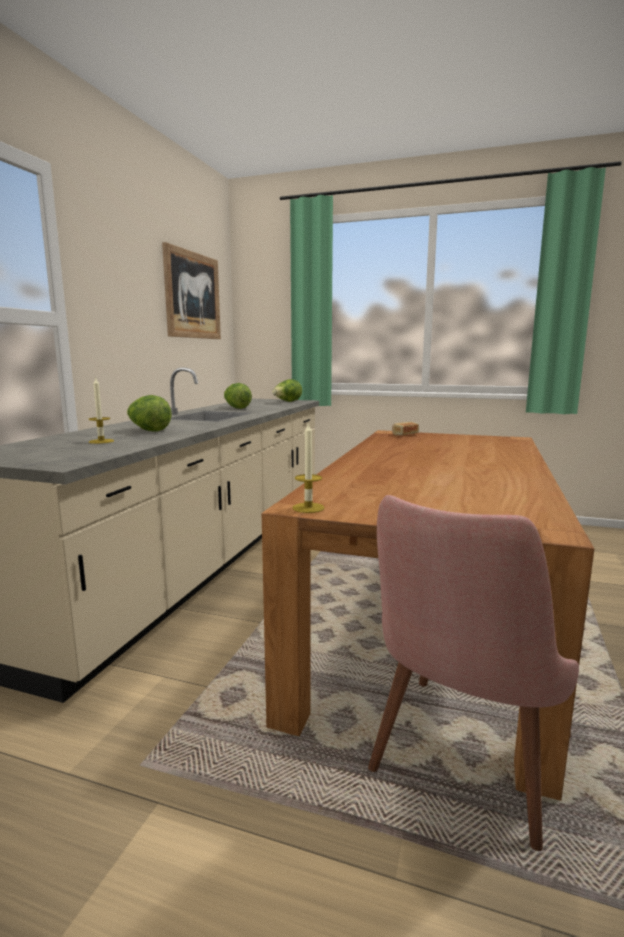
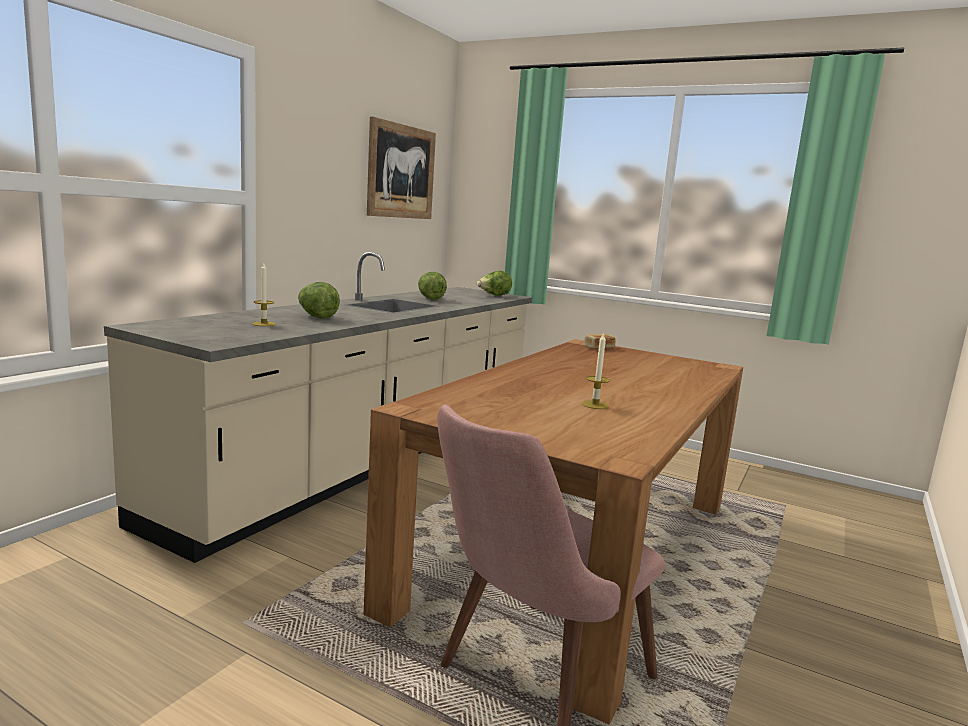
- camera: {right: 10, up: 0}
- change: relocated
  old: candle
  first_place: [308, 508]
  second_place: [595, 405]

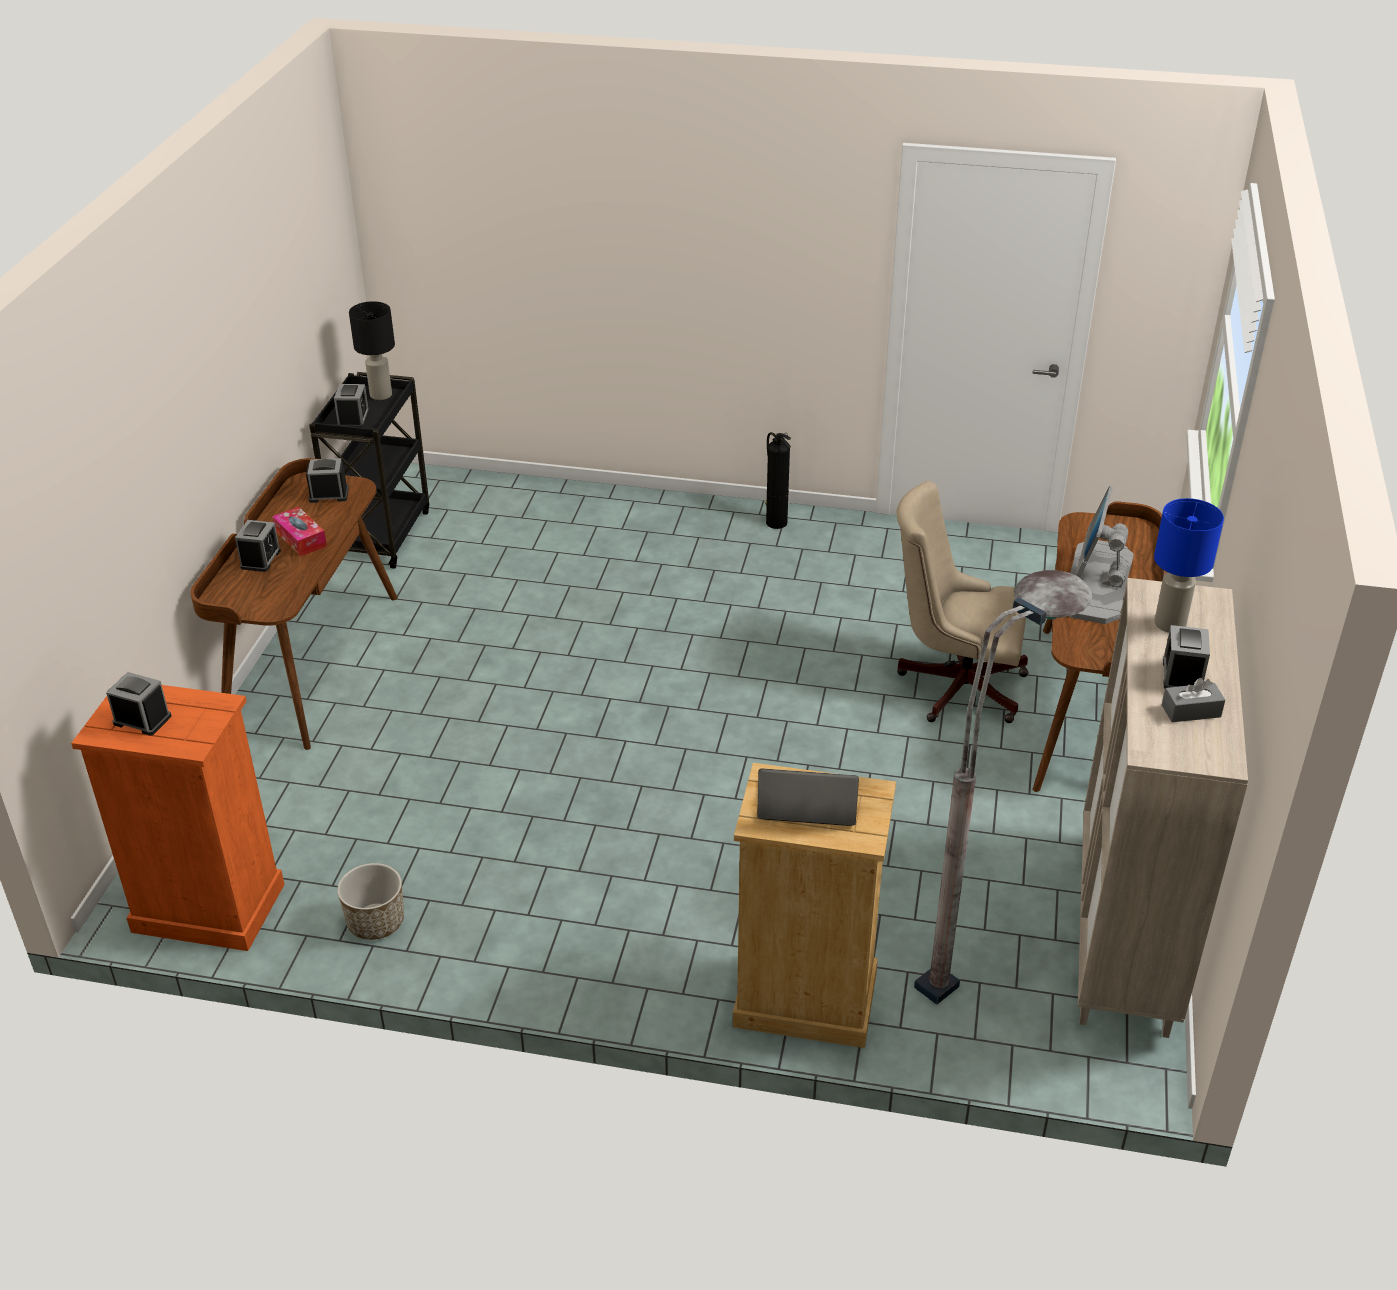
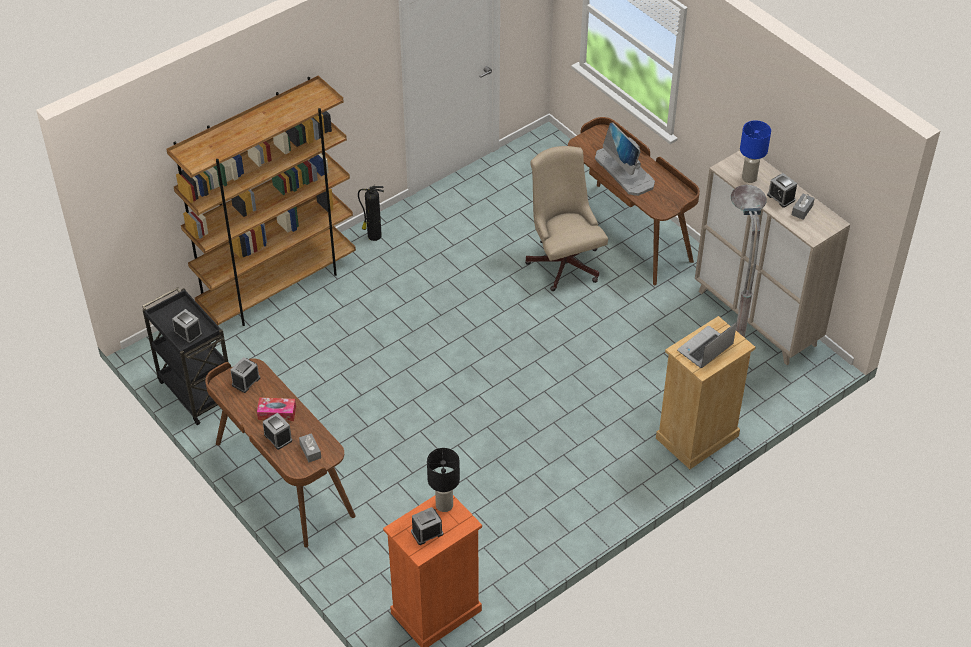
- camera: {right: -50, up: 10}
- change: missing
  old: planter
  first_place: [375, 922]
- change: relocated
  old: black table lamp
  first_place: [381, 395]
  second_place: [444, 505]
- change: spun
  old: beige office chair
  first_place: [954, 685]
  second_place: [563, 260]
  degrees: 105
- change: appeared
  new: brown bookcase
  second_place: [278, 286]
- change: appeared
  new: grey tissue box
  second_place: [310, 451]

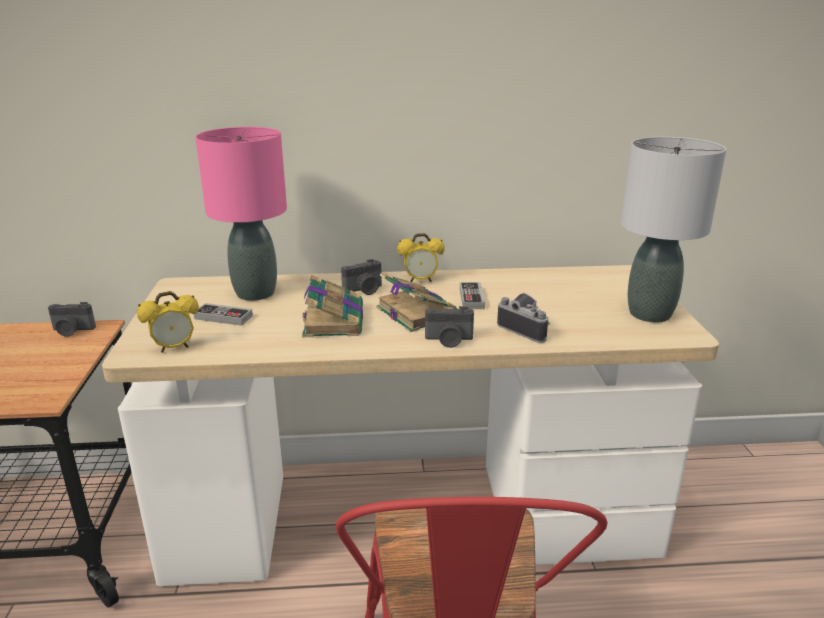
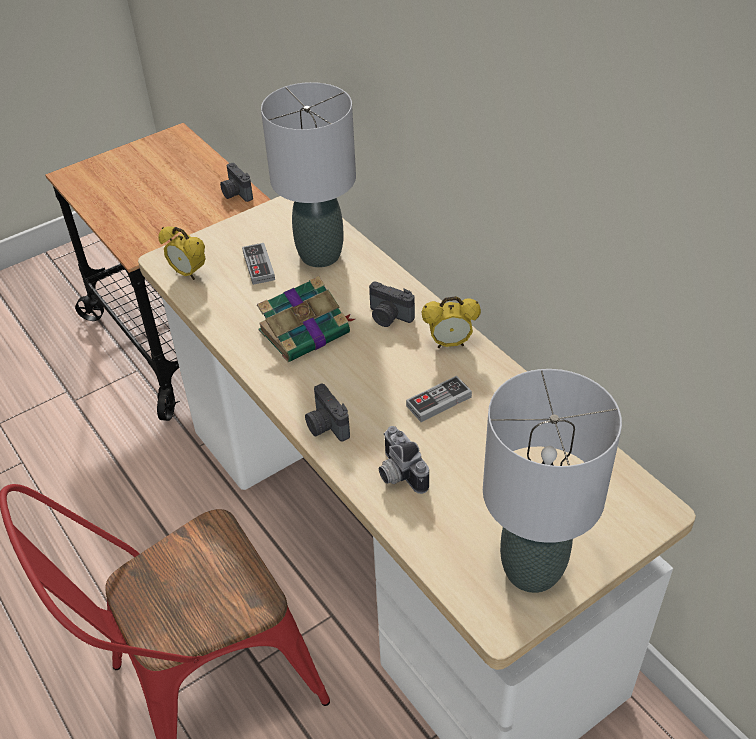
- camera: {right: 60, up: 20}
- change: colour
  old: pink table lamp
  new: grey table lamp
  first_place: [256, 293]
  second_place: [321, 255]
- change: missing
  old: book
  first_place: [415, 312]
- change: spun
  old: alarm clock
  first_place: [420, 280]
  second_place: [450, 343]
  degrees: -60
- change: spun
  old: photo camera
  first_place: [526, 329]
  second_place: [397, 474]
  degrees: 135

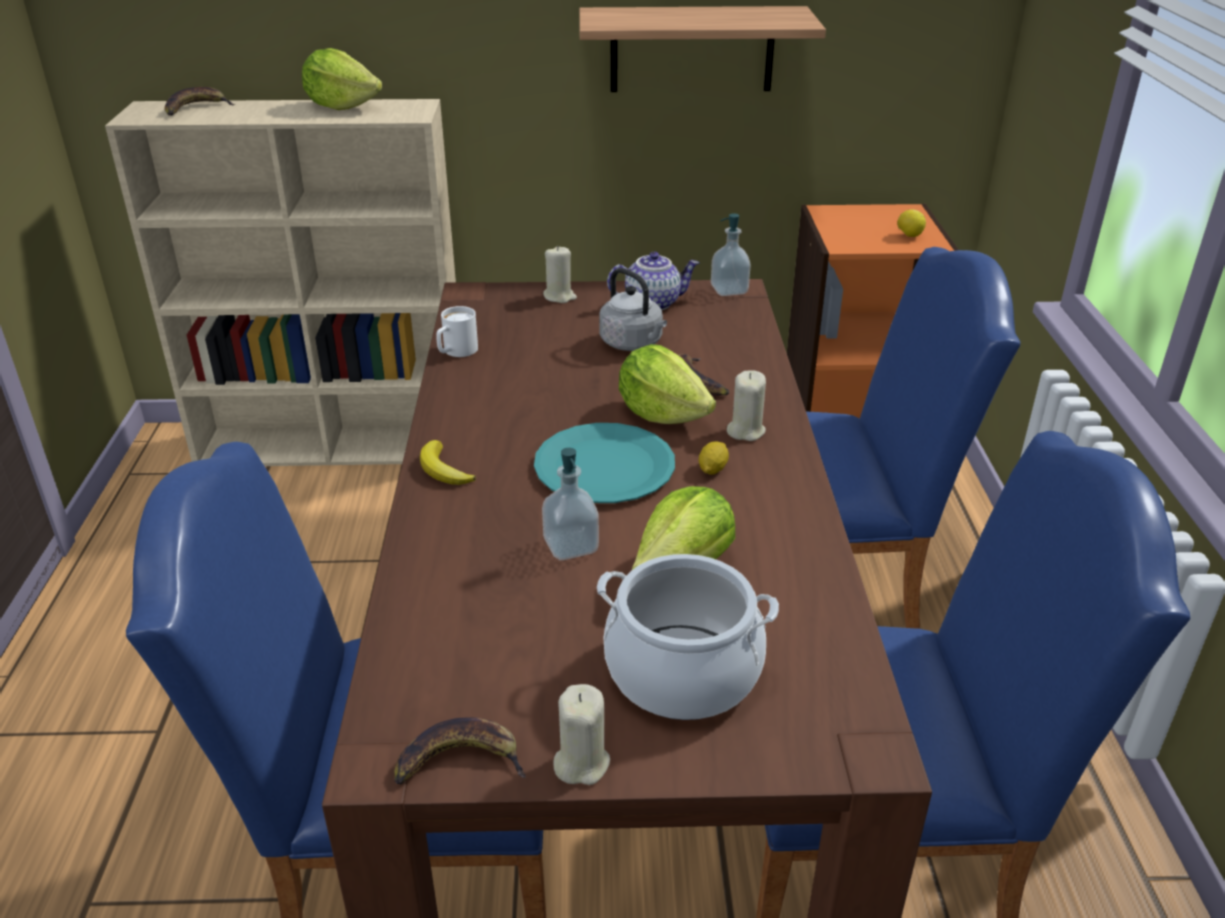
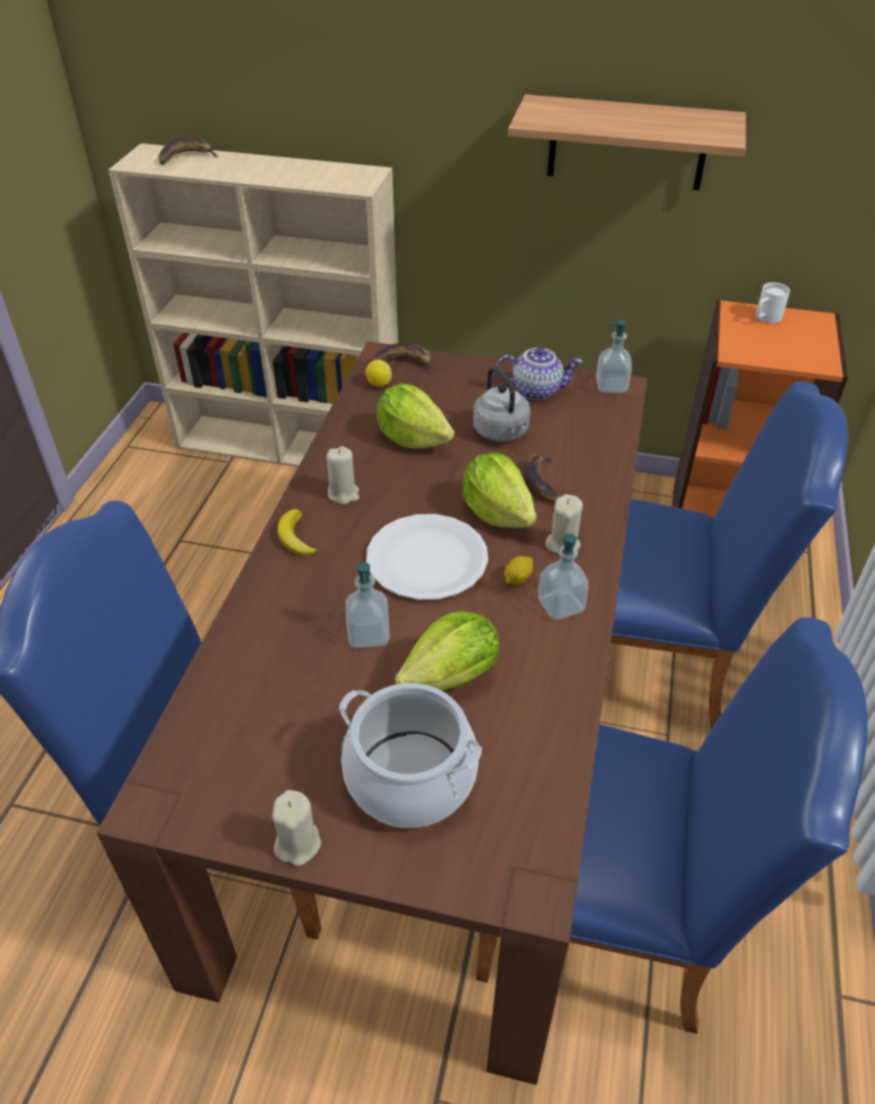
- camera: {right: 15, up: 10}
- change: relocated
  old: lettuce
  first_place: [342, 106]
  second_place: [412, 438]
- change: relocated
  old: banana
  first_place: [460, 761]
  second_place: [403, 363]
- change: relocated
  old: white mug
  first_place: [456, 352]
  second_place: [765, 318]
- change: colour
  old: turquoise plate
  new: white plate
  first_place: [604, 466]
  second_place: [427, 559]
- change: relocated
  old: beige candle
  first_place: [559, 296]
  second_place: [343, 493]
- change: relocated
  old: lemon
  first_place: [909, 236]
  second_place: [379, 384]
- change: appeared
  new: soap dispenser
  second_place: [560, 605]

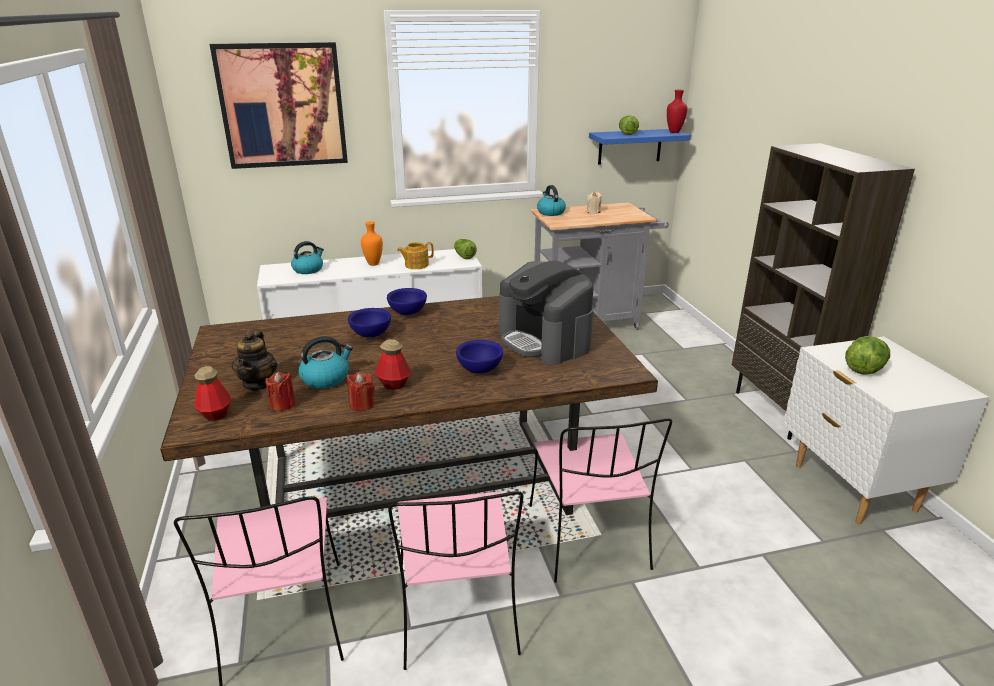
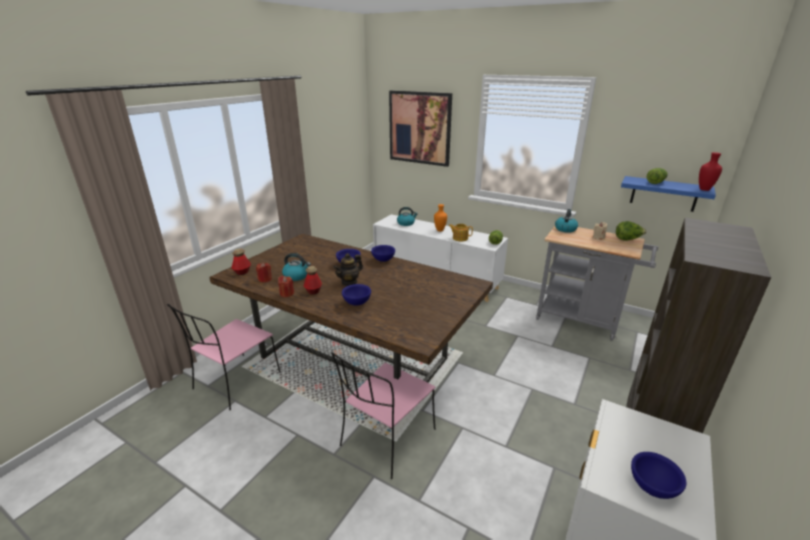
- camera: {right: 45, up: 0}
- change: relocated
  old: teapot
  first_place: [258, 384]
  second_place: [349, 282]
- change: missing
  old: pink chair
  first_place: [457, 614]
- change: missing
  old: coffee machine
  first_place: [544, 340]
- change: relocated
  old: lettuce
  first_place: [864, 369]
  second_place: [627, 239]
- change: appeared
  new: blue bowl
  second_place: [652, 487]

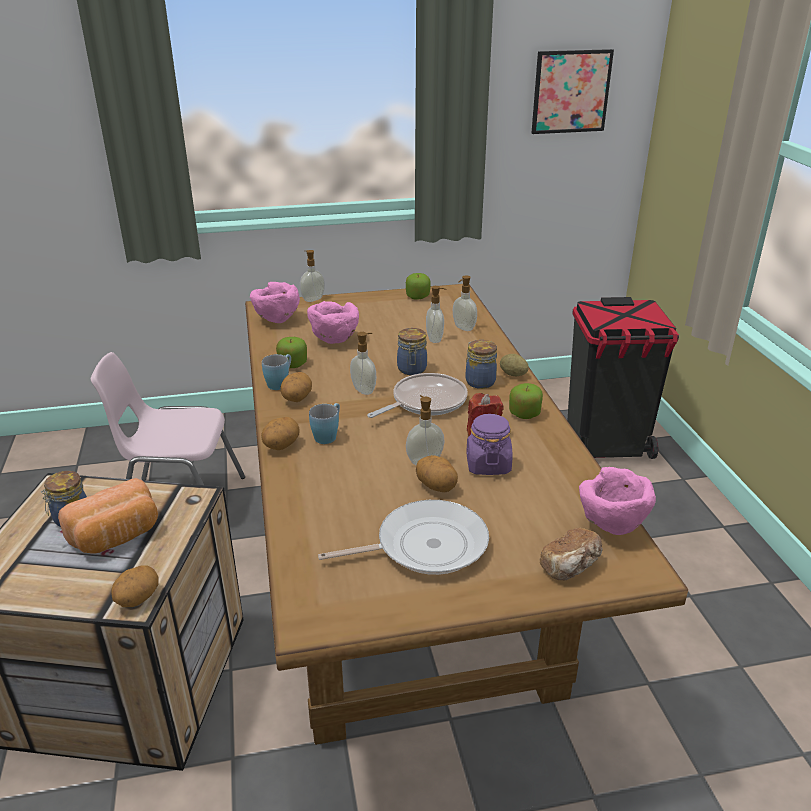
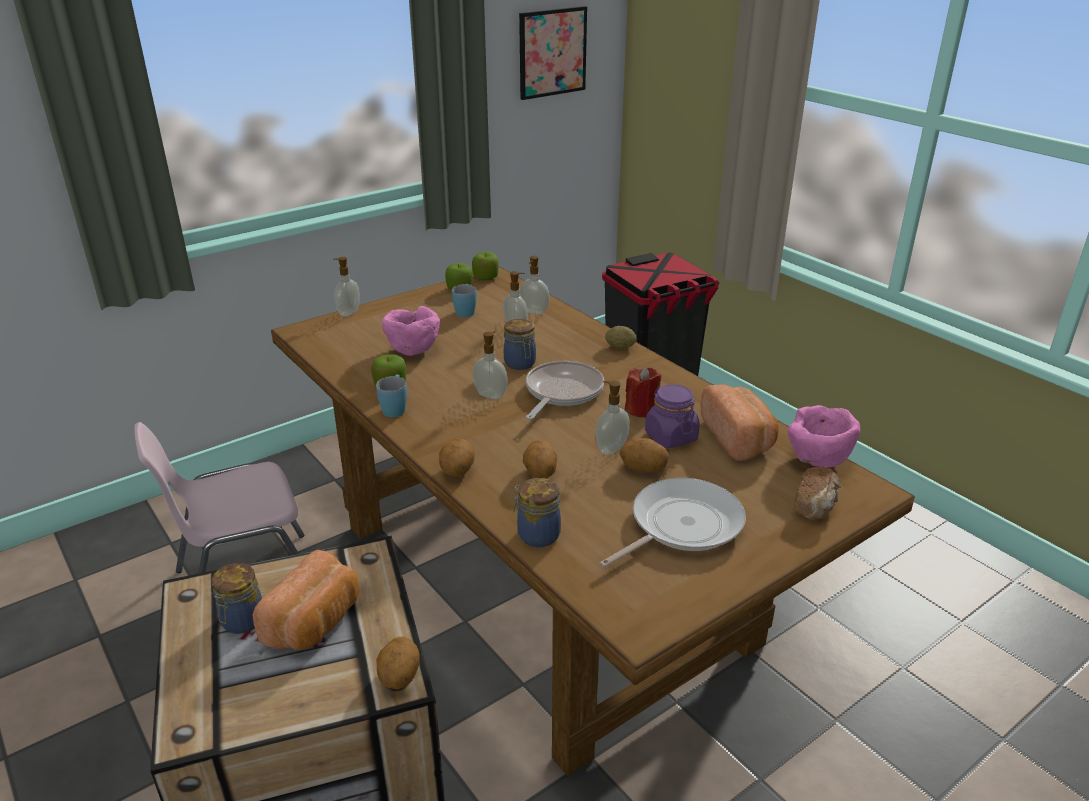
- camera: {right: -25, up: 0}
- change: missing
  old: pink bowl
  first_place: [276, 320]
- change: relocated
  old: potato
  first_place: [296, 399]
  second_place: [539, 473]
- change: relocated
  old: blue mug
  first_place: [328, 435]
  second_place: [465, 311]
- change: relocated
  old: jar
  first_place: [479, 381]
  second_place: [536, 535]
- change: relocated
  old: apple
  first_place: [524, 413]
  second_place: [485, 277]
- change: appeared
  new: bread
  second_place: [739, 438]

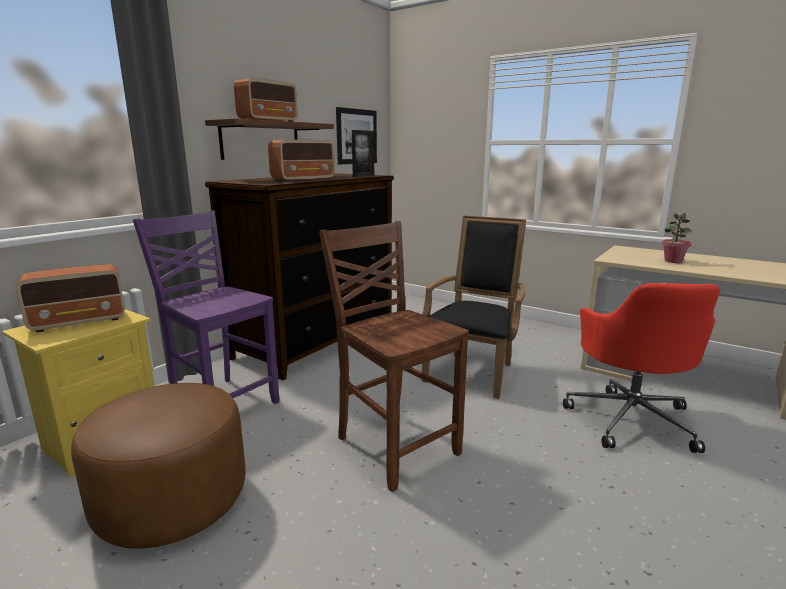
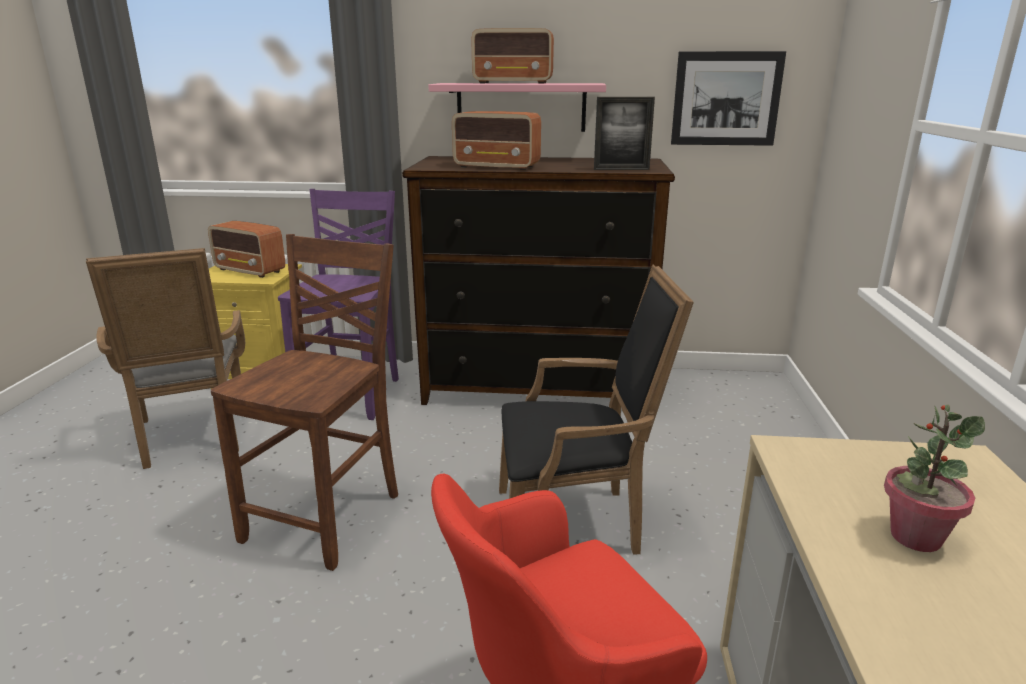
- camera: {right: 60, up: 5}
- change: exchanged
  old: brown ottoman
  new: grey armchair
  first_place: [172, 501]
  second_place: [192, 438]
- change: colour
  old: brown shelf
  new: pink shelf
  first_place: [261, 140]
  second_place: [521, 107]

